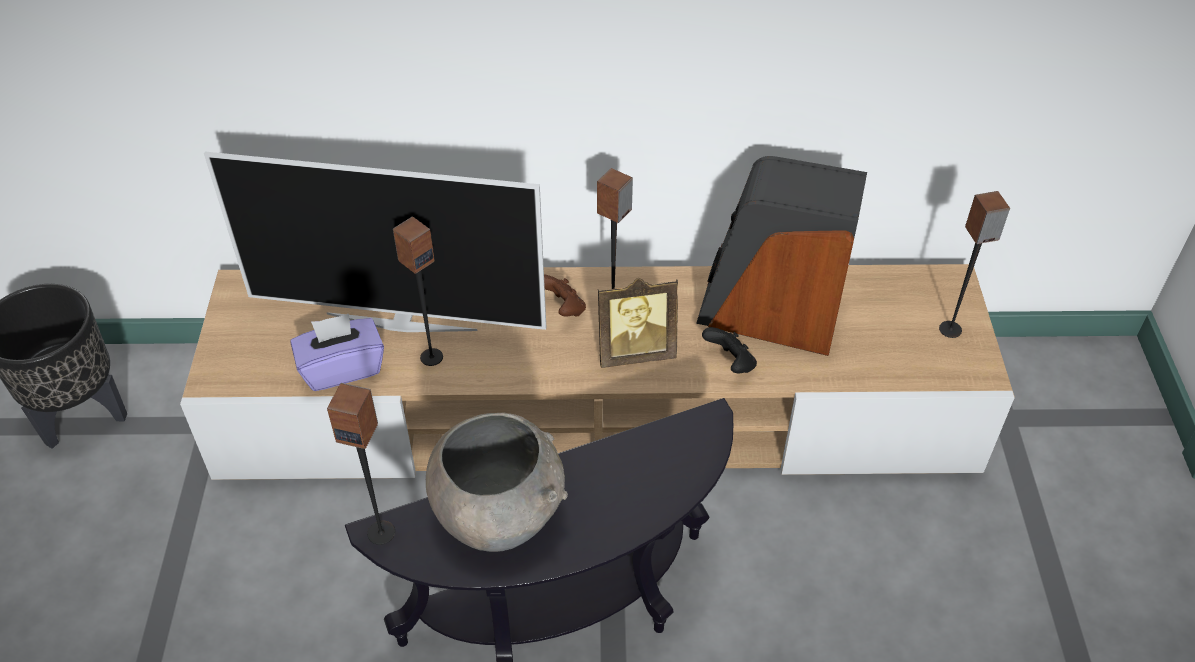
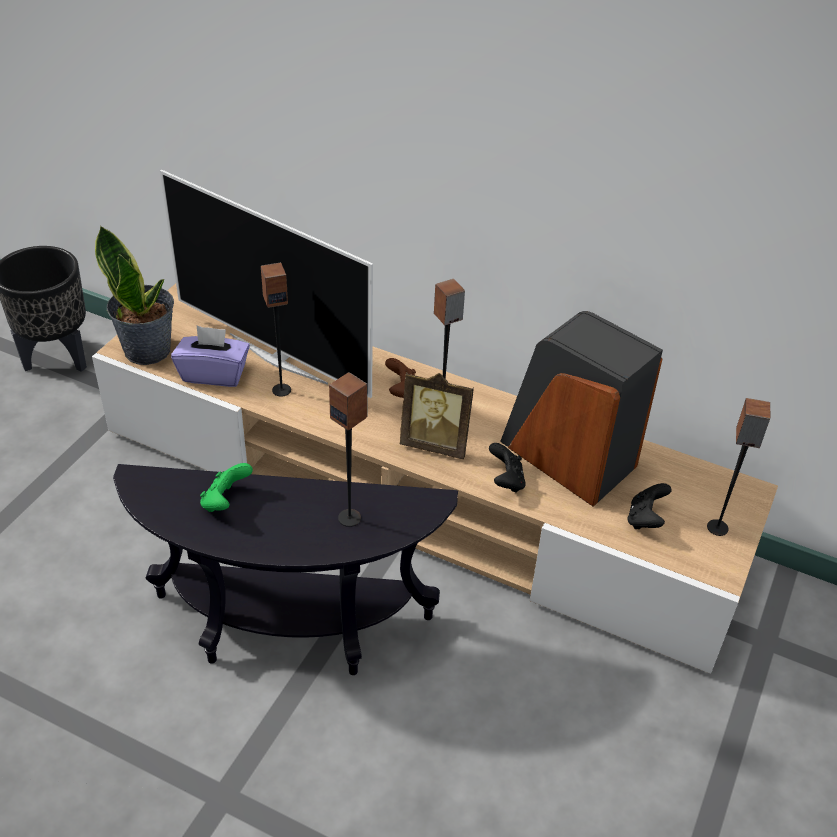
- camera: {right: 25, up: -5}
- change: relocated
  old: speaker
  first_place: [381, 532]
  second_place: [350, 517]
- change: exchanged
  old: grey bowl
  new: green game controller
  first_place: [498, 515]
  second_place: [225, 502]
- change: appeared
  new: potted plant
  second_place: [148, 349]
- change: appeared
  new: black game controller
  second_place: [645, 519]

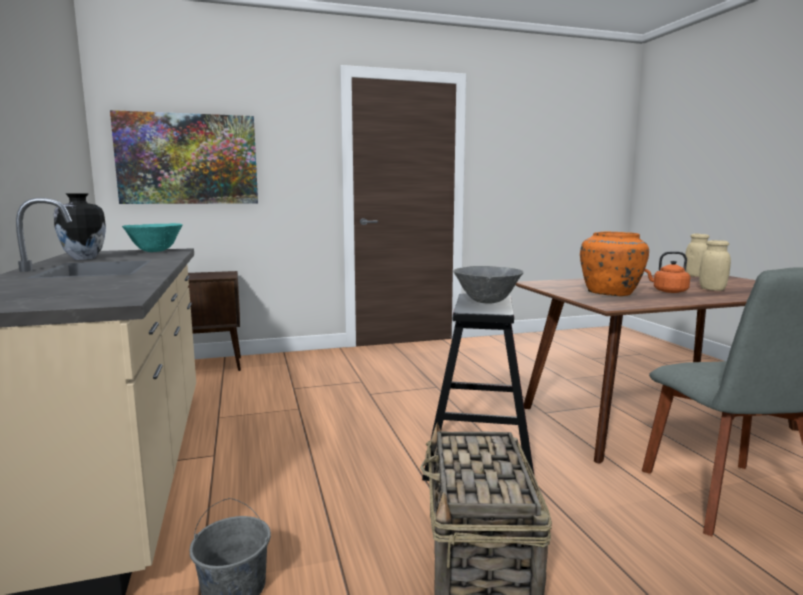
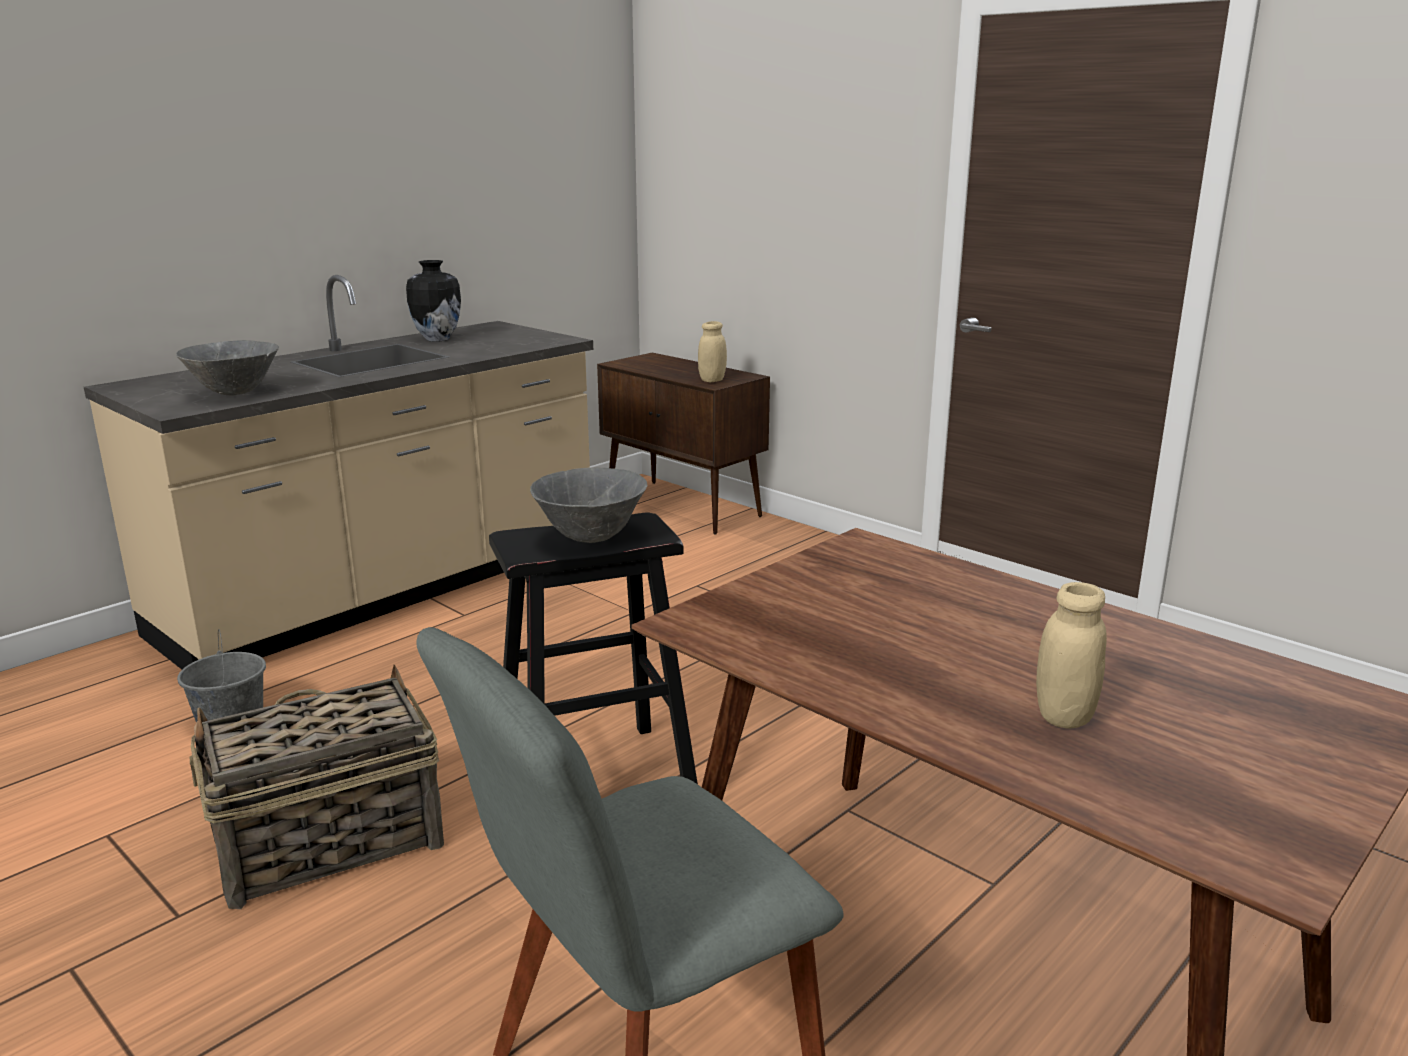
- camera: {right: 60, up: 10}
- change: missing
  old: picture
  first_place: [188, 159]
- change: missing
  old: turquoise bowl
  first_place: [155, 251]
- change: missing
  old: orange vase
  first_place: [611, 294]
- change: missing
  old: orange kettle
  first_place: [668, 291]
- change: relocated
  old: beige jar
  first_place: [695, 276]
  second_place: [712, 380]
- change: appeared
  new: grey bowl
  second_place: [235, 393]

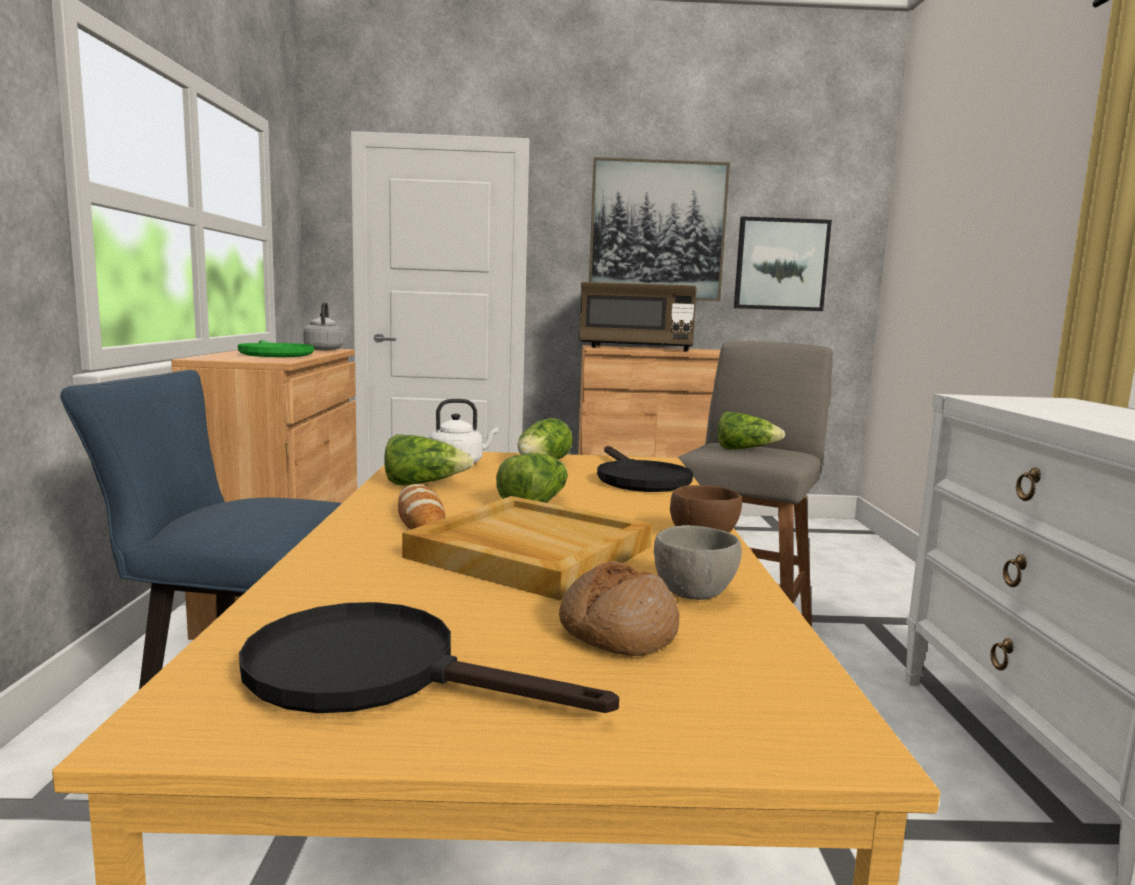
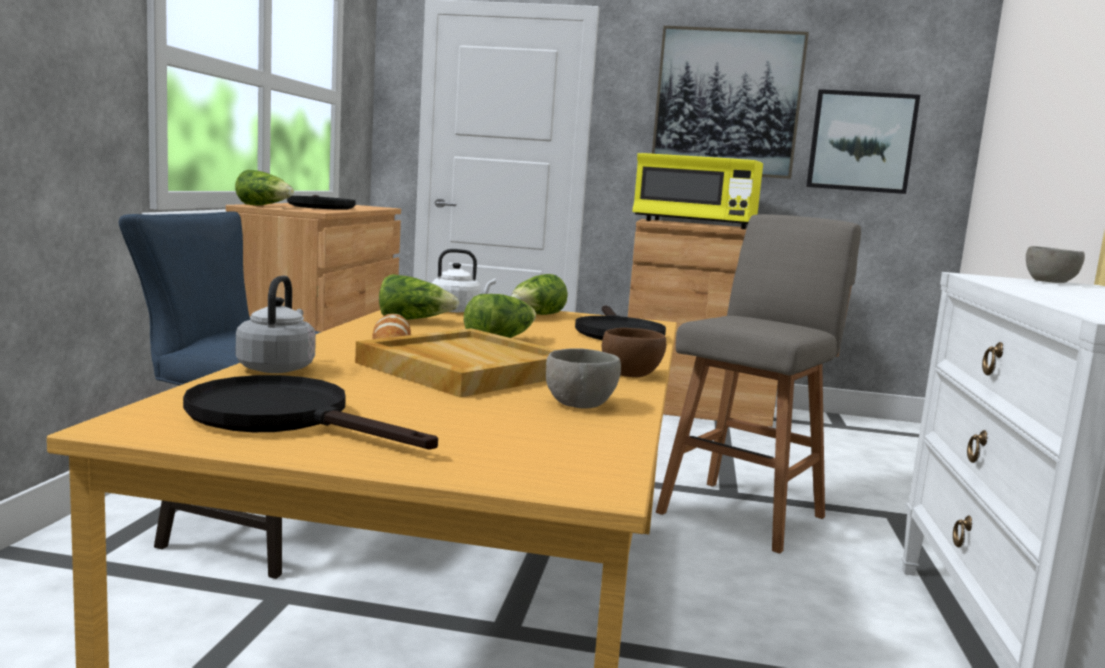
- camera: {right: 10, up: 0}
- change: colour
  old: green frying pan
  new: black frying pan
  first_place: [274, 354]
  second_place: [320, 206]
- change: relocated
  old: grey kettle
  first_place: [324, 349]
  second_place: [277, 368]
- change: missing
  old: bread
  first_place: [617, 631]
- change: colour
  old: brown microwave
  new: yellow microwave
  first_place: [637, 348]
  second_place: [694, 224]
- change: relocated
  old: lettuce
  first_place: [745, 449]
  second_place: [264, 206]
- change: appeared
  new: grey bowl
  second_place: [1051, 282]

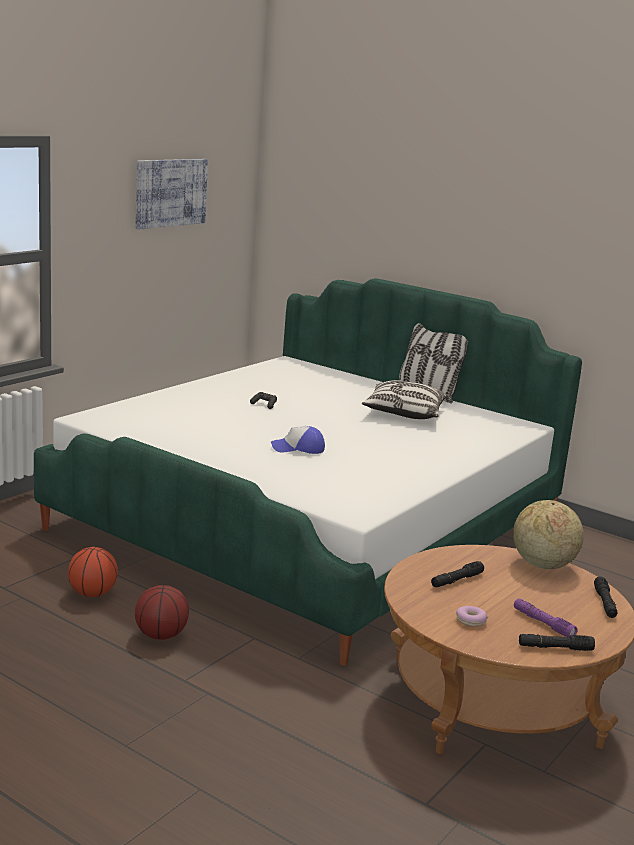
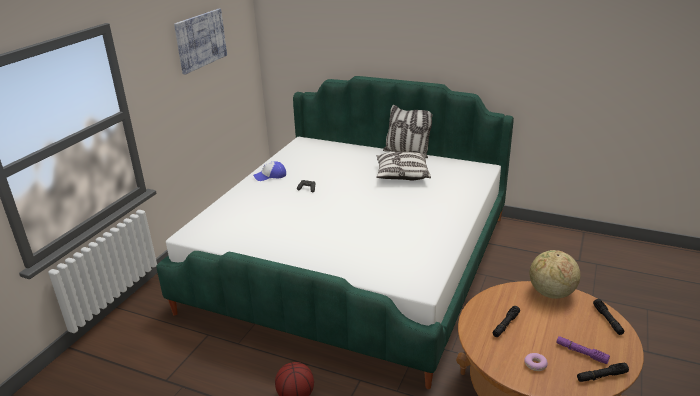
- camera: {right: -10, up: 10}
- change: missing
  old: basketball
  first_place: [92, 594]
- change: relocated
  old: cap
  first_place: [298, 448]
  second_place: [270, 176]

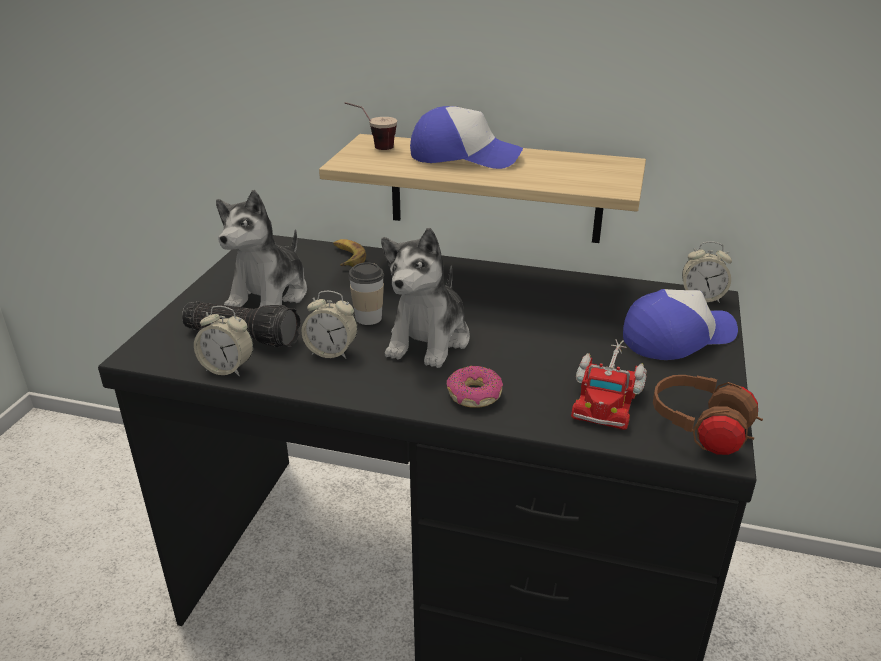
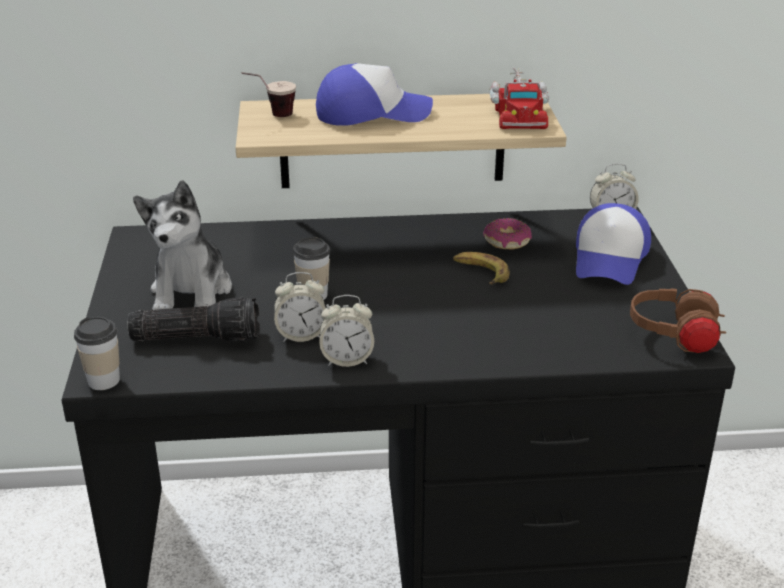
- camera: {right: -20, up: 0}
- change: relocated
  old: alarm clock
  first_place: [227, 368]
  second_place: [347, 359]
- change: relocated
  old: banana
  first_place: [347, 257]
  second_place: [480, 272]
- change: missing
  old: plush toy
  first_place: [429, 340]
- change: relocated
  old: donut
  first_place: [474, 395]
  second_place: [507, 242]
- change: relocated
  old: toy truck
  first_place: [607, 396]
  second_place: [519, 113]
- change: spun
  old: cap
  first_place: [677, 337]
  second_place: [610, 259]
  degrees: 150
- change: appeared
  new: cup
  second_place: [104, 381]

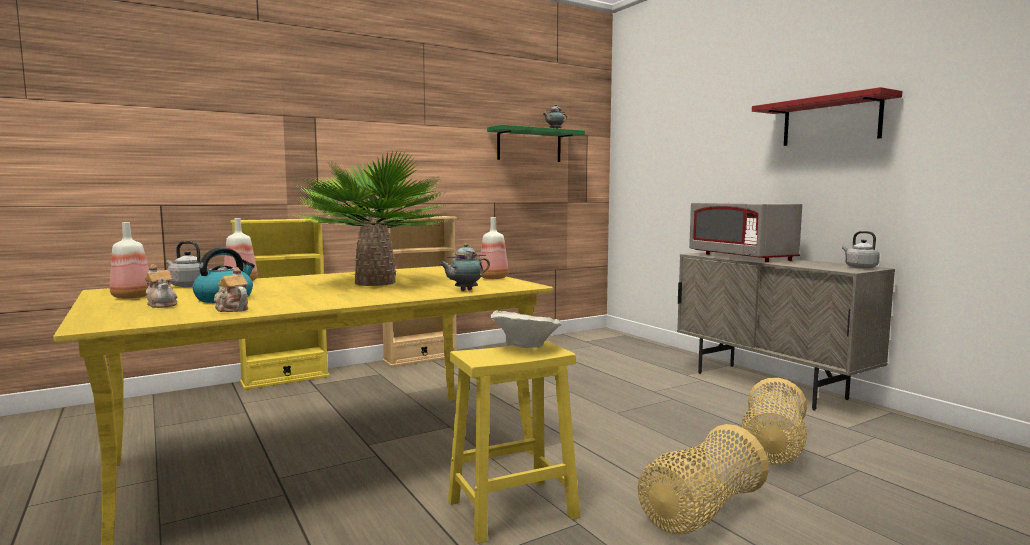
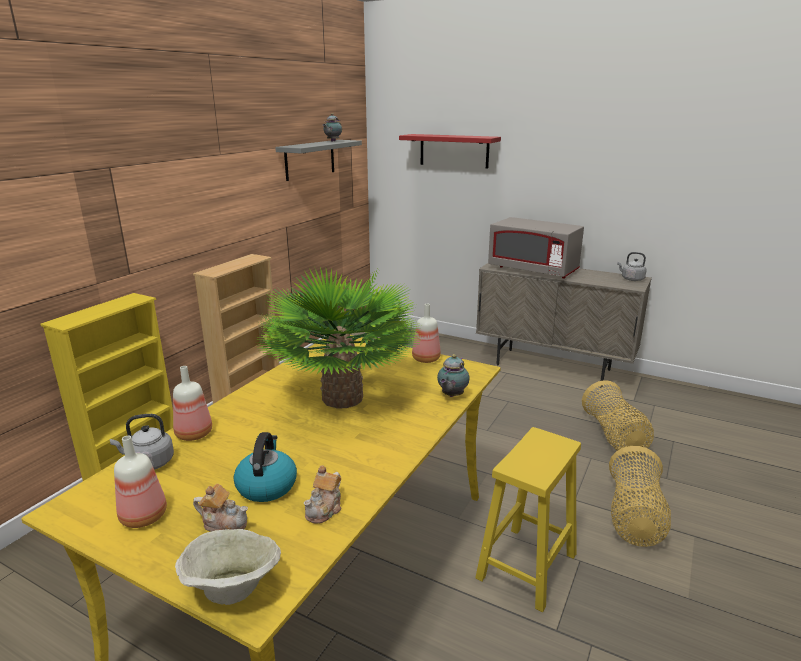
- camera: {right: -30, up: 15}
- change: spun
  old: teapot
  first_place: [231, 309]
  second_place: [325, 509]
  degrees: -75
- change: colour
  old: green shelf
  new: grey shelf
  first_place: [529, 145]
  second_place: [310, 159]
- change: relocated
  old: beige bowl
  first_place: [525, 347]
  second_place: [233, 588]
- change: relocated
  old: red shelf
  first_place: [830, 121]
  second_place: [454, 151]

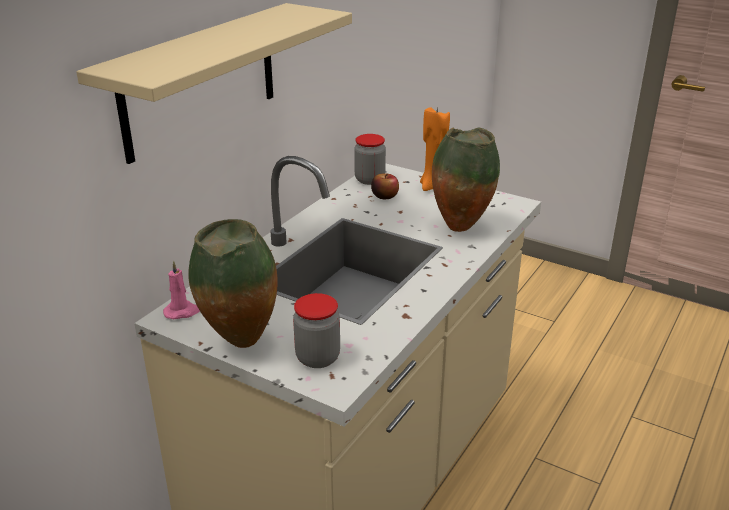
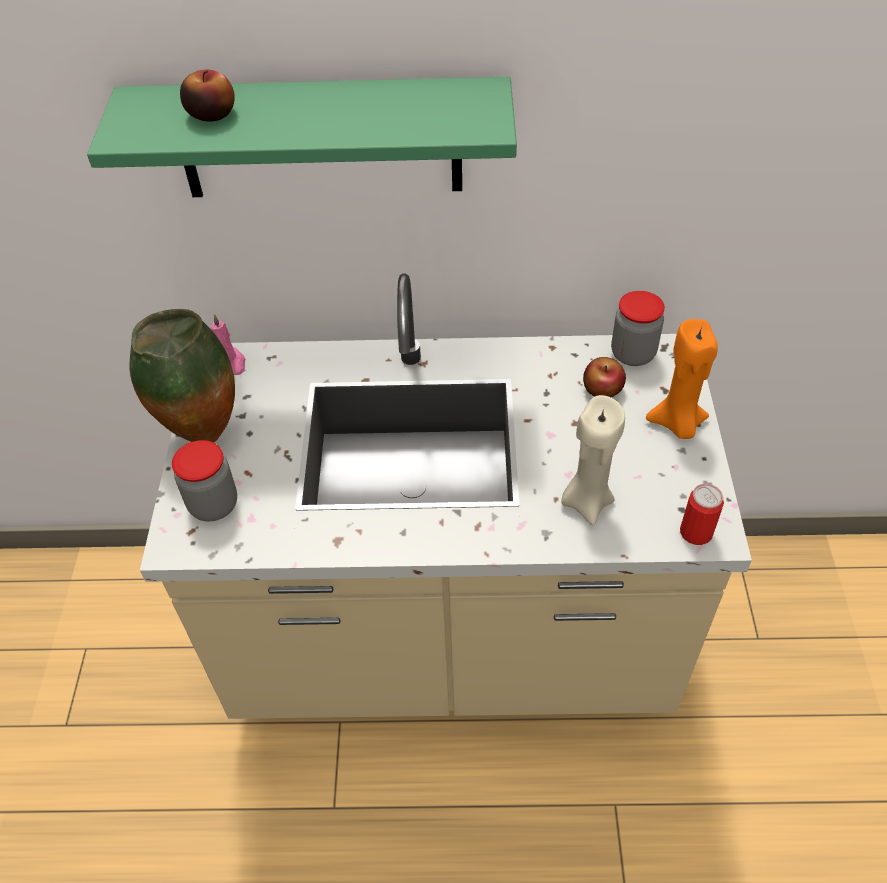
- camera: {right: 60, up: 20}
- change: colour
  old: beige shelf
  new: green shelf
  first_place: [201, 80]
  second_place: [319, 139]
- change: exchanged
  old: vase
  new: beige candle
  first_place: [460, 227]
  second_place: [586, 501]
- change: appeared
  new: apple
  second_place: [211, 114]
- change: appeared
  new: can
  second_place: [696, 532]

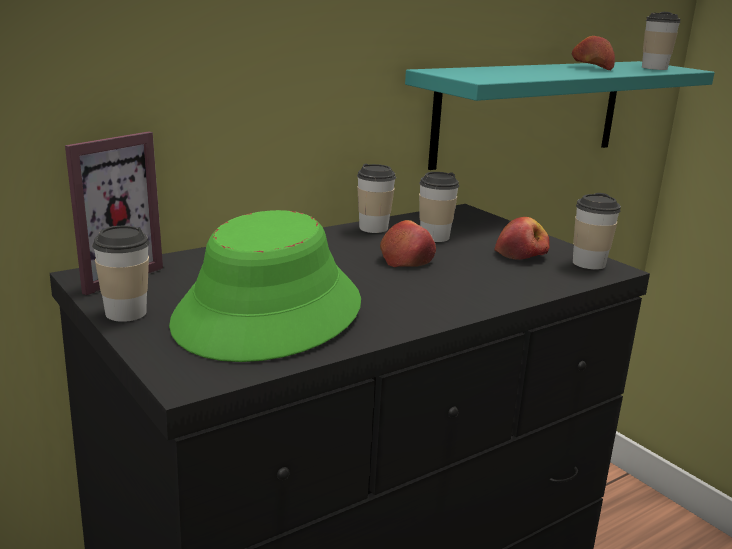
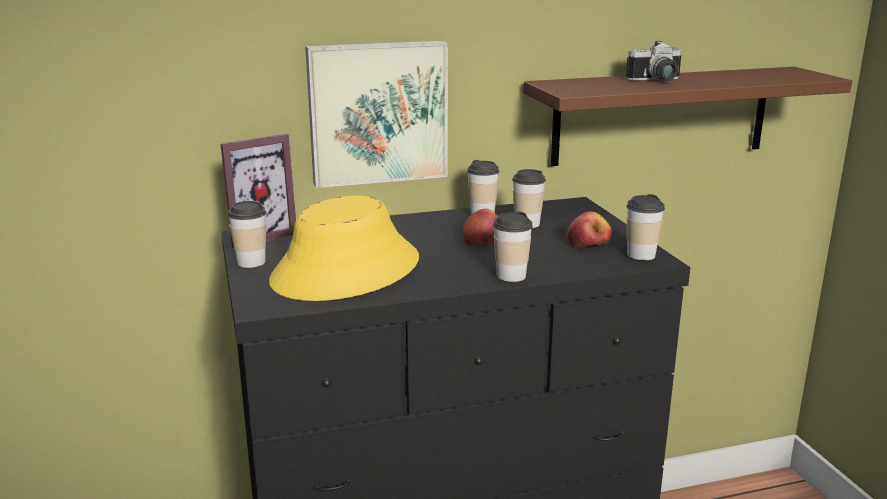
- camera: {right: 20, up: 0}
- change: colour
  old: green hat
  new: yellow hat
  first_place: [269, 313]
  second_place: [346, 271]
- change: colour
  old: turquoise shelf
  new: brown shelf
  first_place: [530, 111]
  second_place: [661, 115]
- change: missing
  old: apple
  first_place: [591, 67]
- change: relocated
  old: cup
  first_place: [654, 68]
  second_place: [511, 276]
- change: appeared
  new: picture
  second_place: [377, 112]
- change: appeared
  new: photo camera
  second_place: [657, 80]

